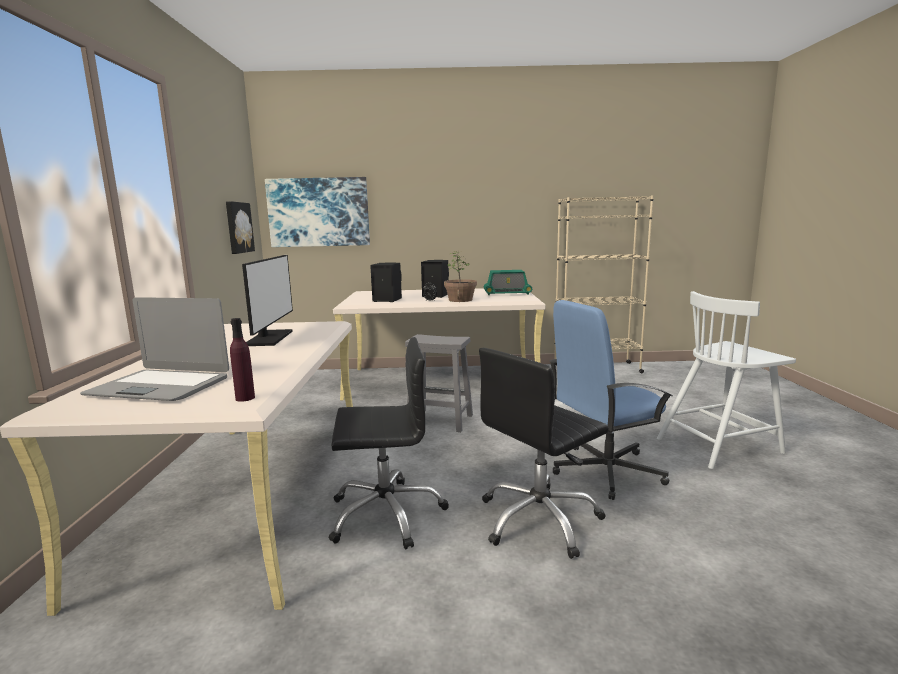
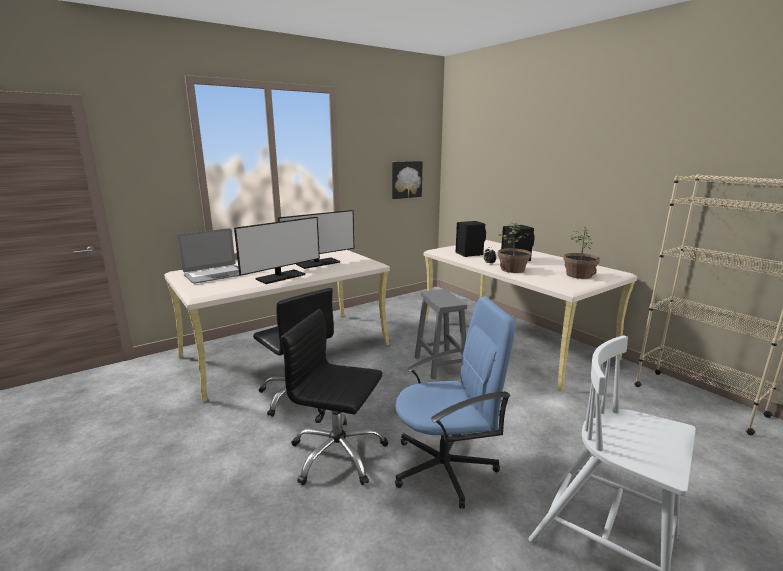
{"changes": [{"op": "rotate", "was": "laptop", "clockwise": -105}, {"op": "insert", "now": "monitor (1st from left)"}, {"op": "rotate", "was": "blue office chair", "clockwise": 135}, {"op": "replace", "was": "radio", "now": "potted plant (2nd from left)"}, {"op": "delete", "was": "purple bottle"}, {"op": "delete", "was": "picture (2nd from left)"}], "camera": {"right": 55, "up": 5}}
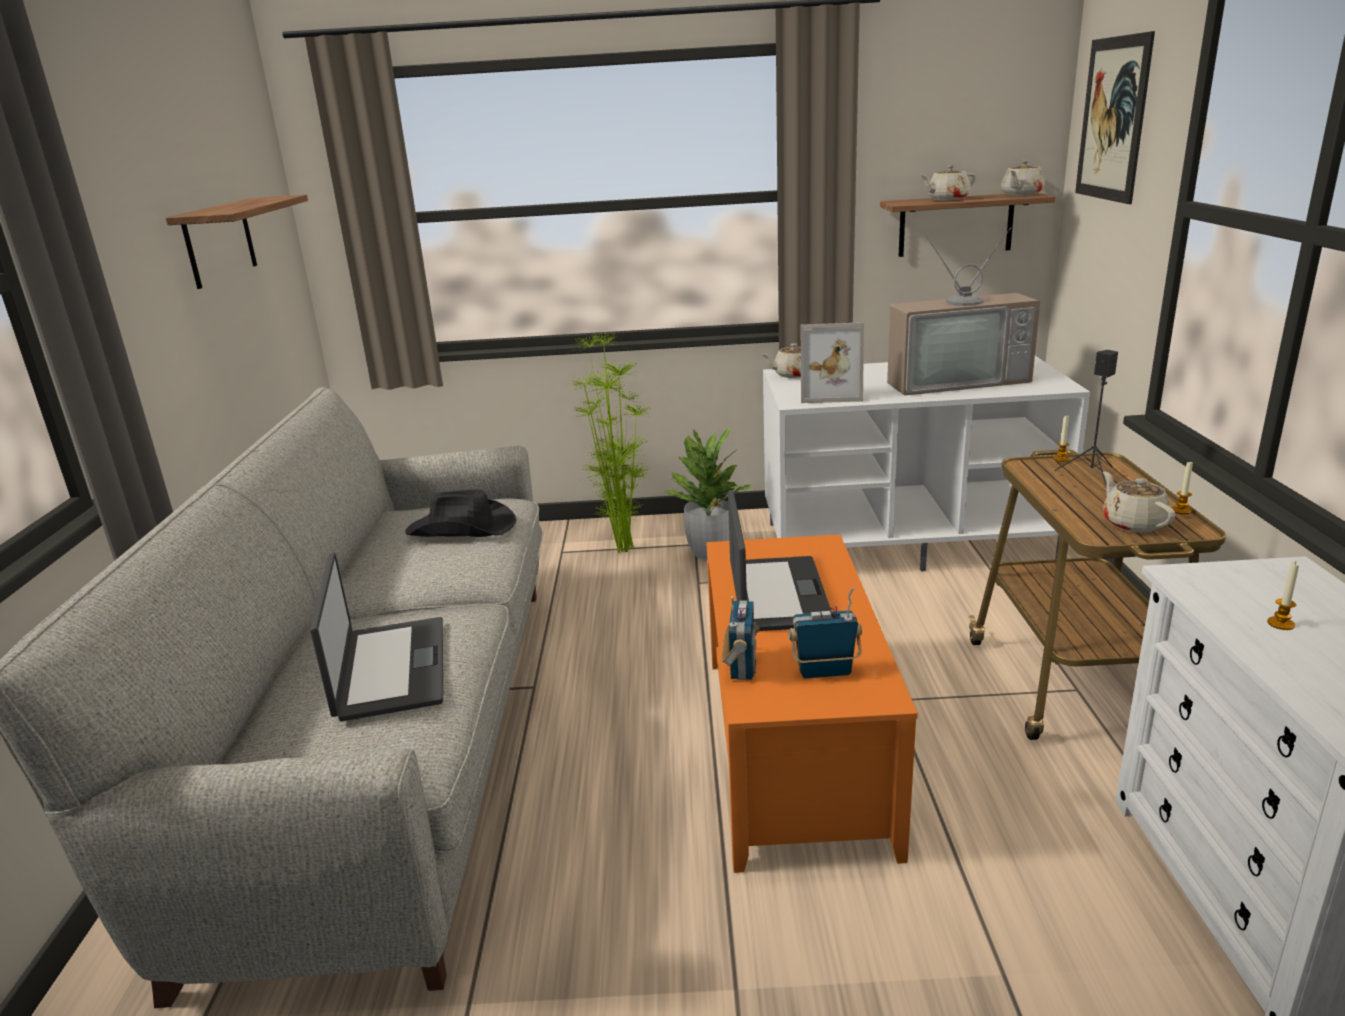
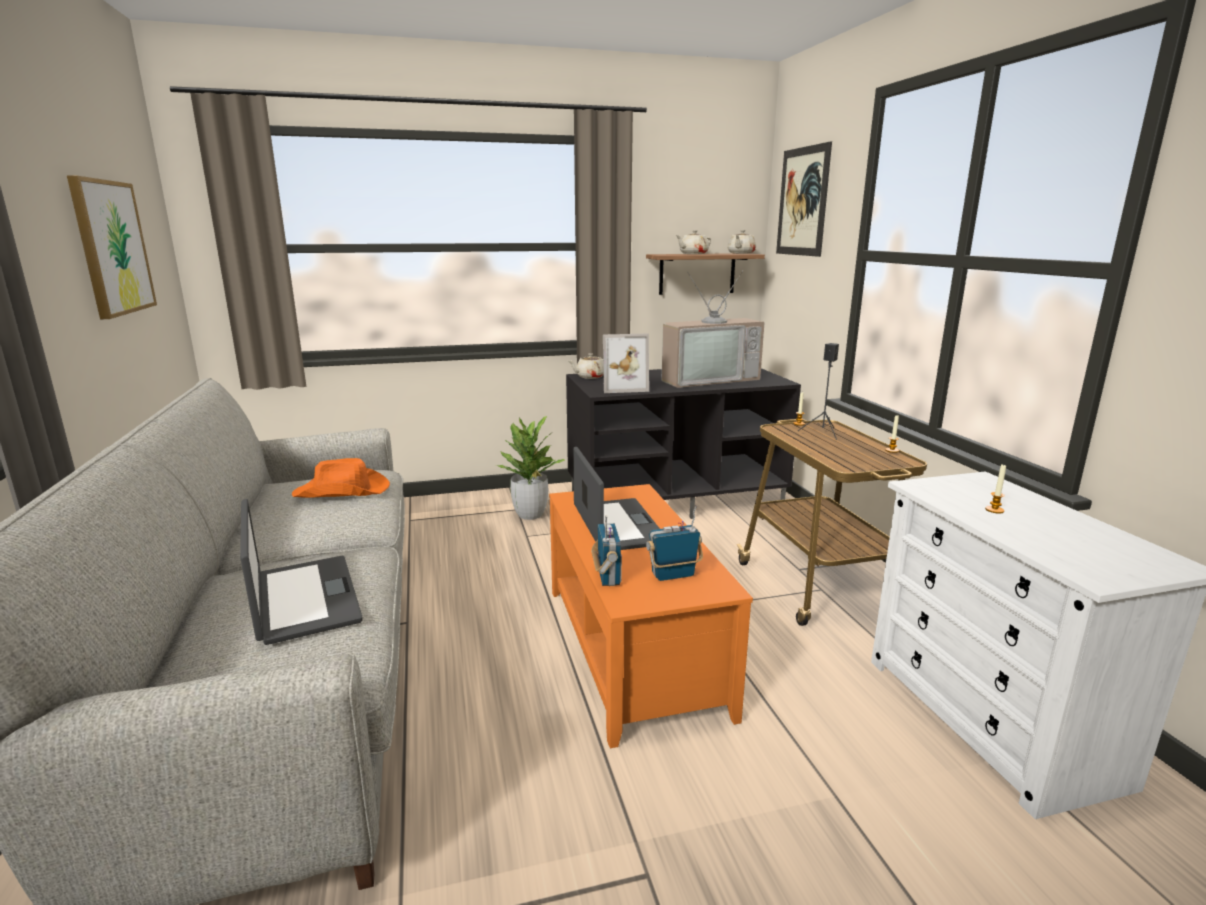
{"changes": [{"op": "replace", "was": "shelf (1st from left)", "now": "picture (1st from left)"}, {"op": "recolor", "was": "black hat", "now": "orange hat"}, {"op": "recolor", "was": "white tv stand", "now": "black tv stand"}, {"op": "delete", "was": "potted plant (1st from left)"}, {"op": "delete", "was": "beige teapot (4th from left)"}], "camera": {"right": -15, "up": -5}}
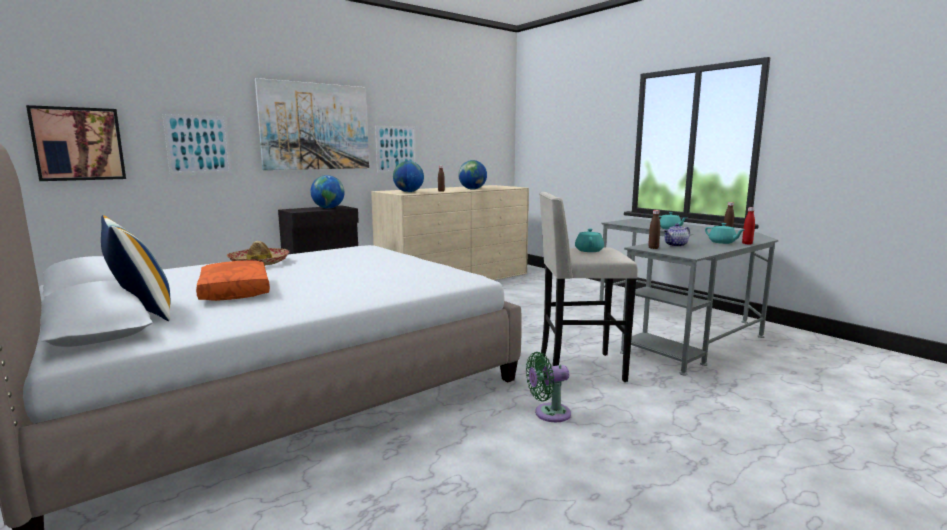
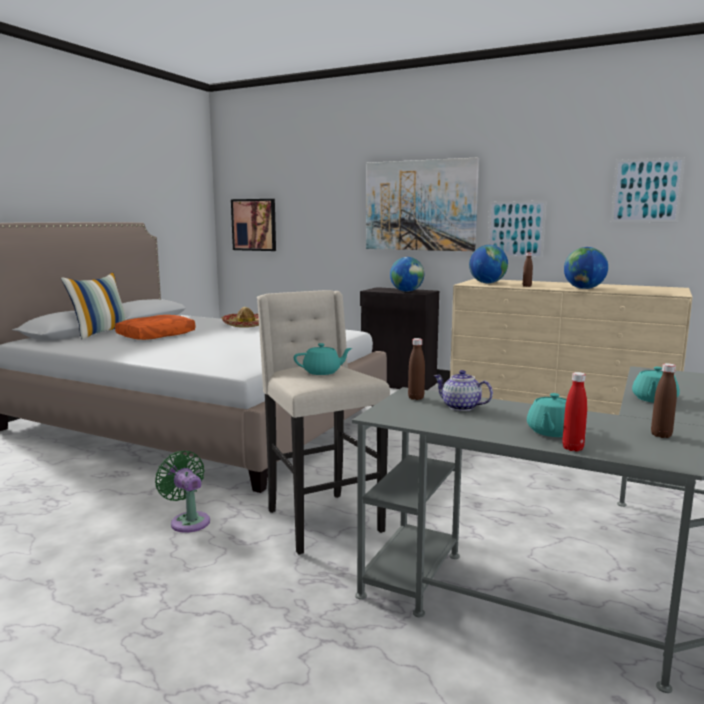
{"changes": [{"op": "move", "was": "picture (2nd from left in the first image)", "now": "picture (4th from left)"}], "camera": {"right": 65, "up": 0}}
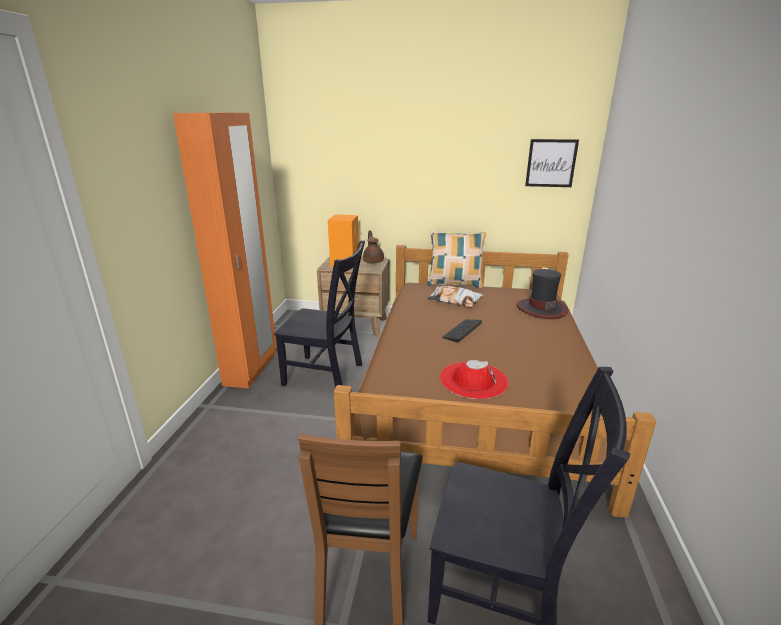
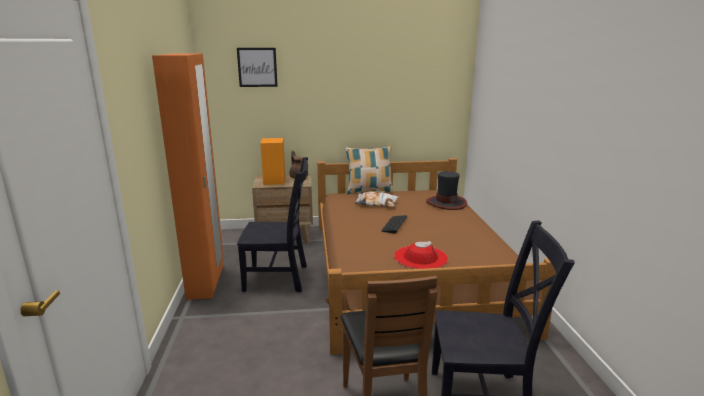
{"changes": [{"op": "move", "was": "picture"}], "camera": {"right": -15, "up": -5}}
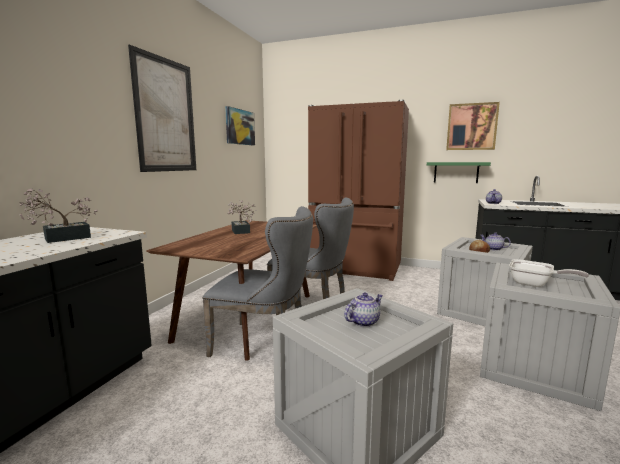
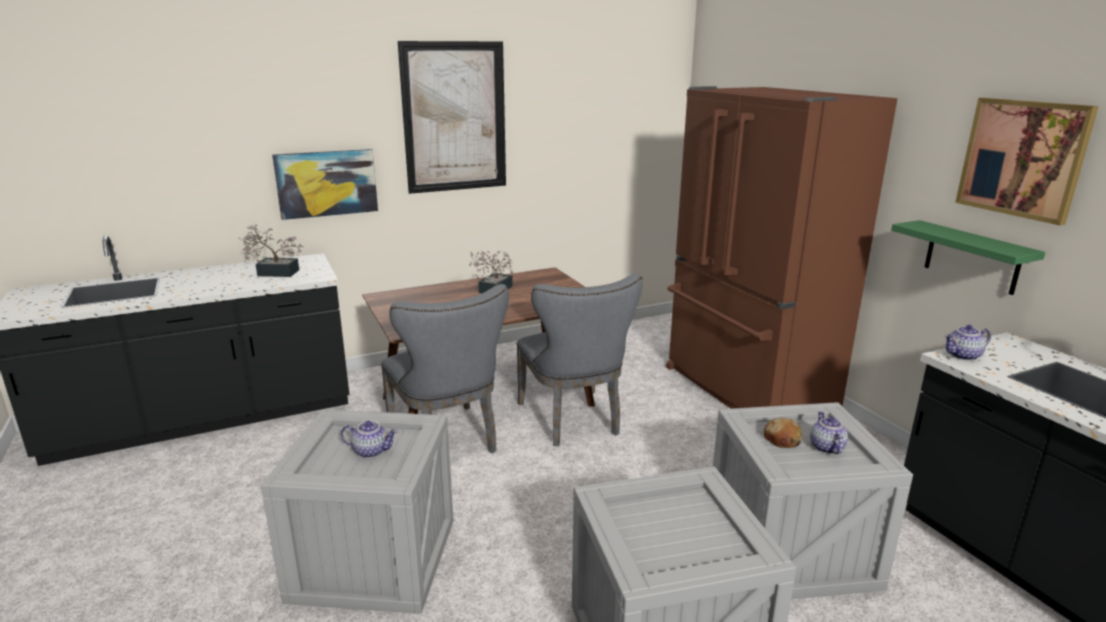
{"changes": [{"op": "move", "was": "picture (2nd from left in the first image)", "now": "picture (1st from left)"}, {"op": "delete", "was": "frying pan"}], "camera": {"right": 45, "up": 10}}
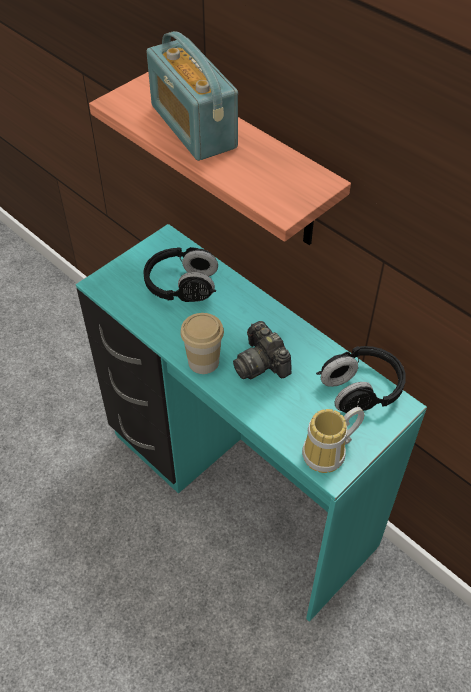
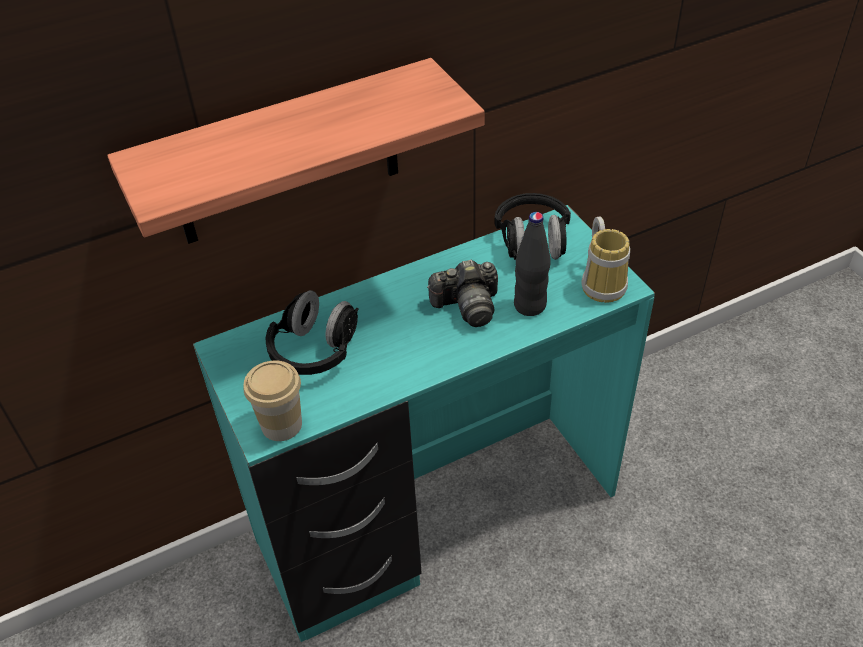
{"changes": [{"op": "move", "was": "cup"}, {"op": "insert", "now": "black bottle"}, {"op": "delete", "was": "radio"}], "camera": {"right": -70, "up": -5}}
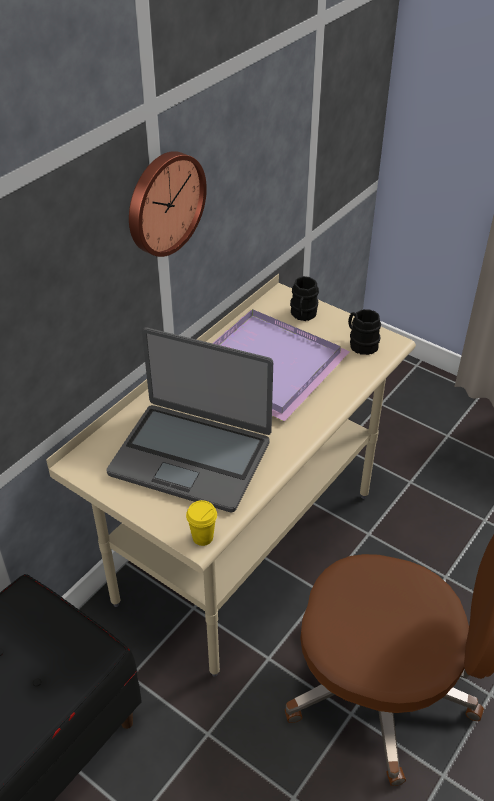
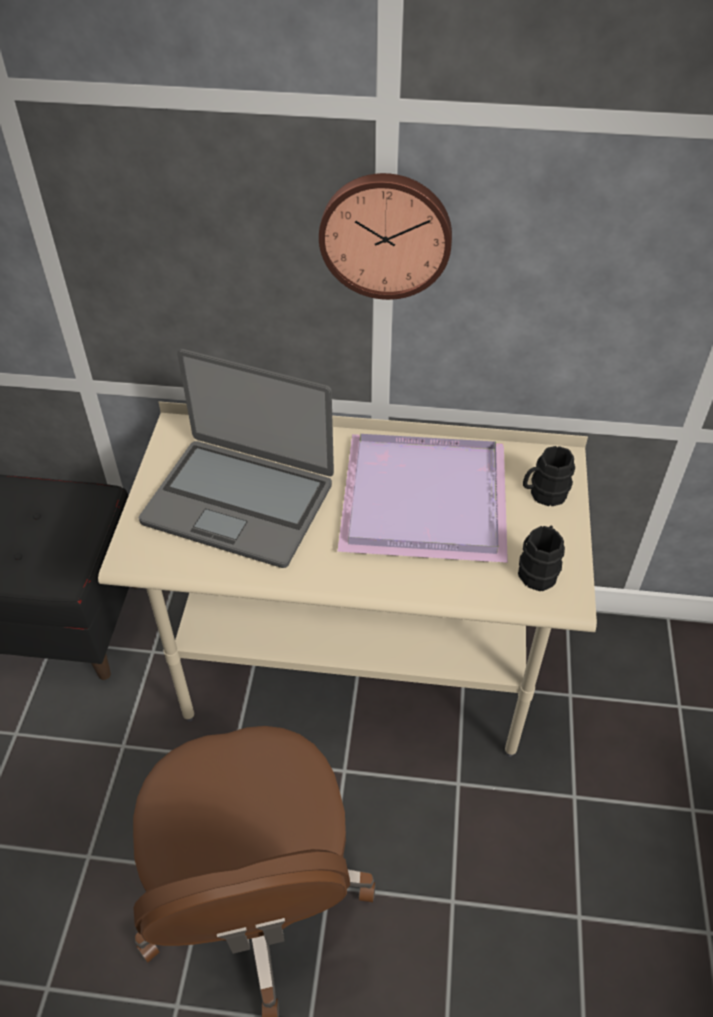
{"changes": [{"op": "rotate", "was": "laptop", "clockwise": -60}, {"op": "delete", "was": "yellow cup"}], "camera": {"right": 60, "up": 5}}
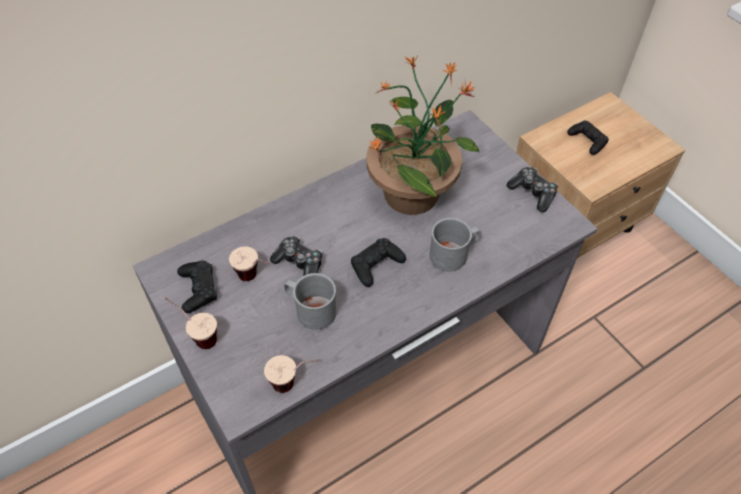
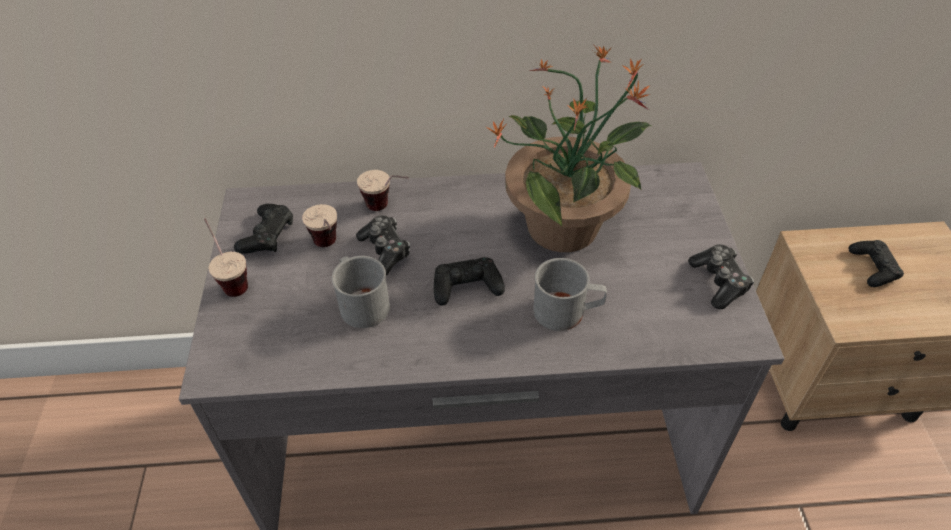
{"changes": [{"op": "move", "was": "cup (3rd from left)"}], "camera": {"right": 30, "up": -5}}
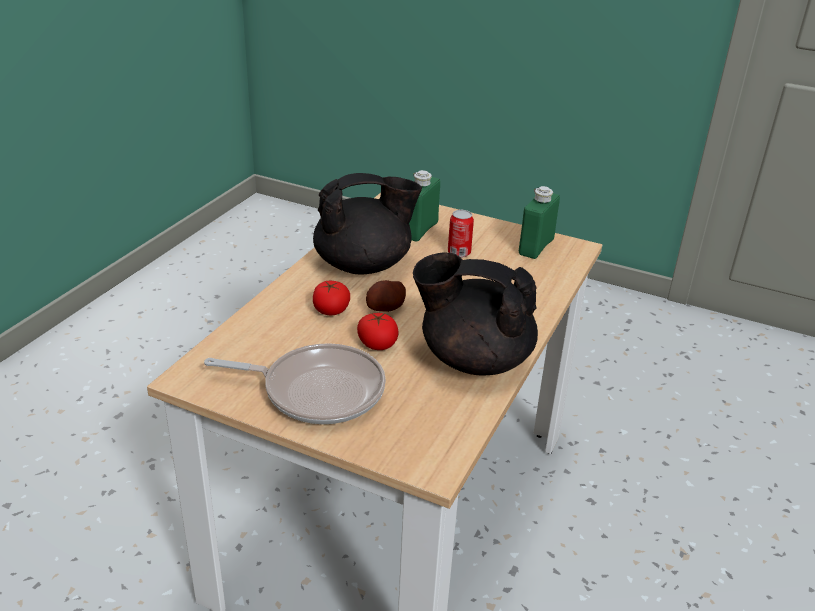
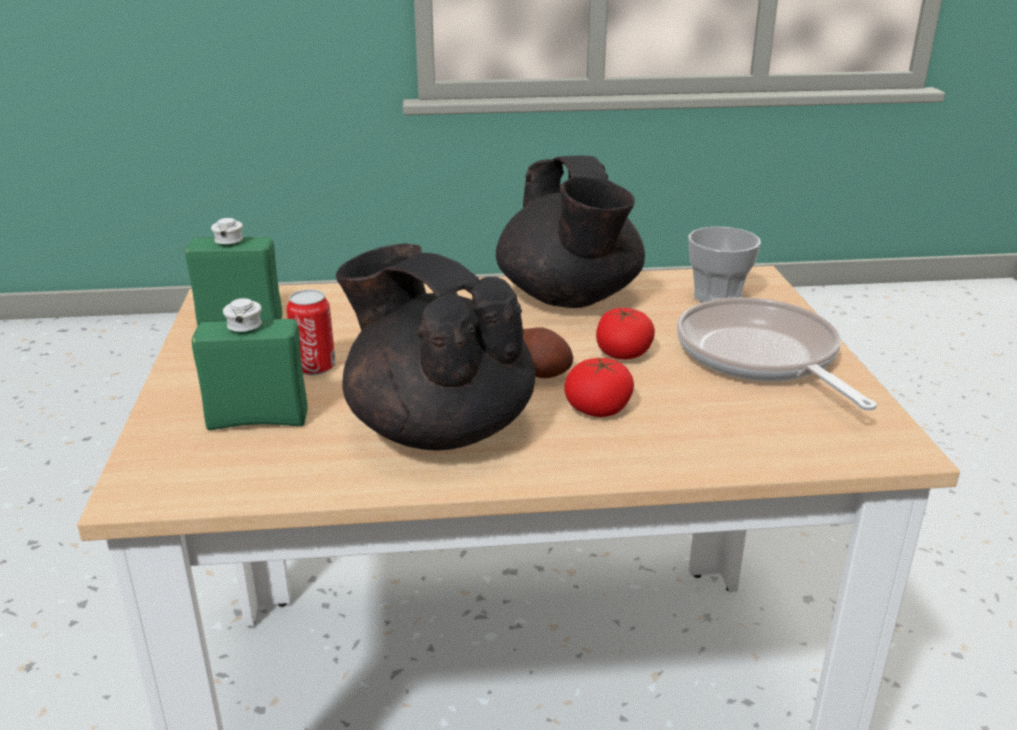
{"changes": [{"op": "insert", "now": "cup"}], "camera": {"right": -120, "up": -5}}
